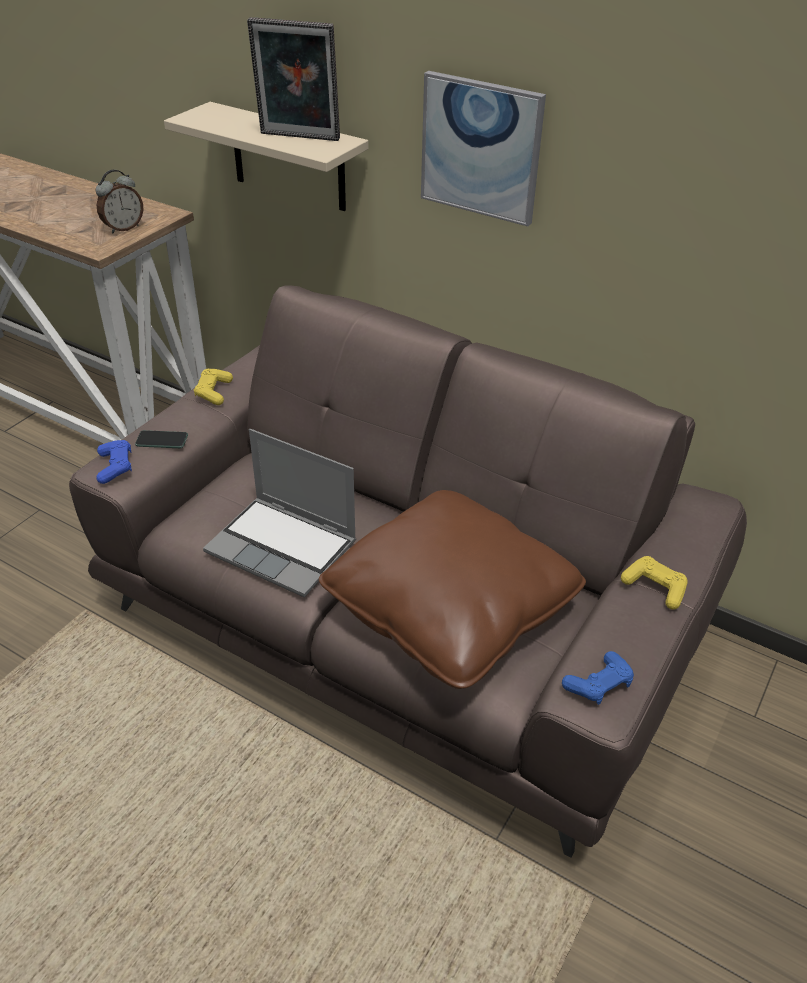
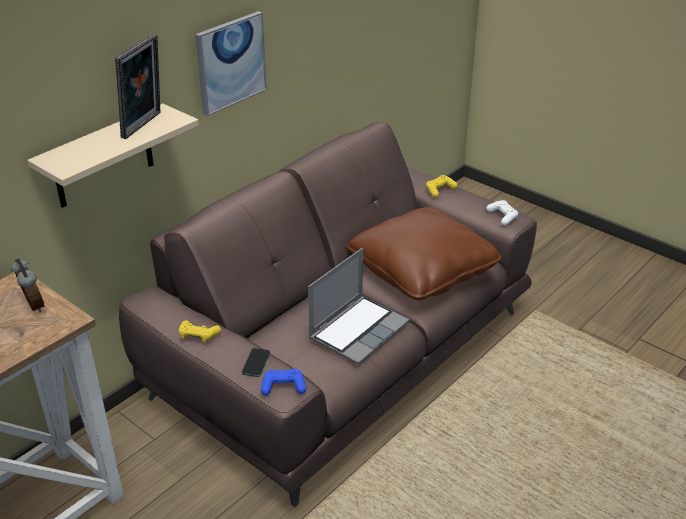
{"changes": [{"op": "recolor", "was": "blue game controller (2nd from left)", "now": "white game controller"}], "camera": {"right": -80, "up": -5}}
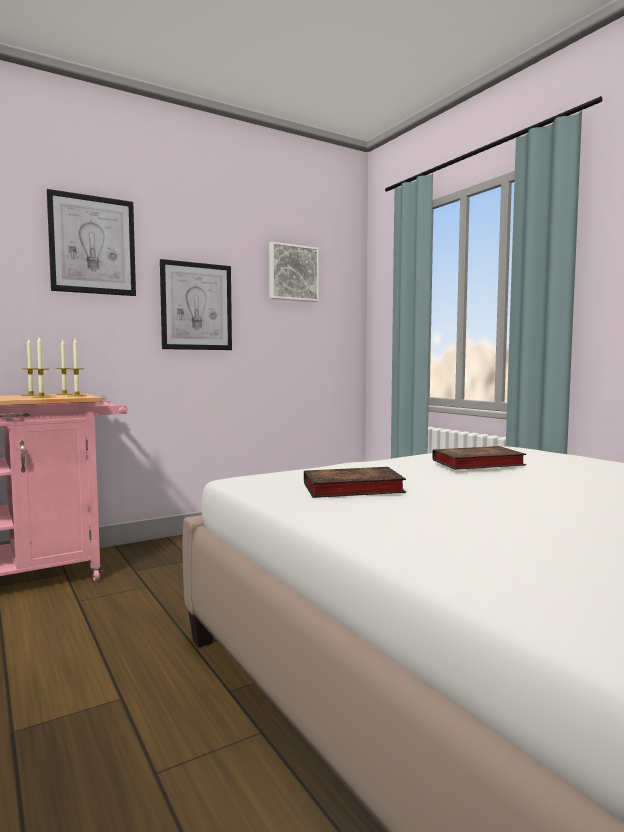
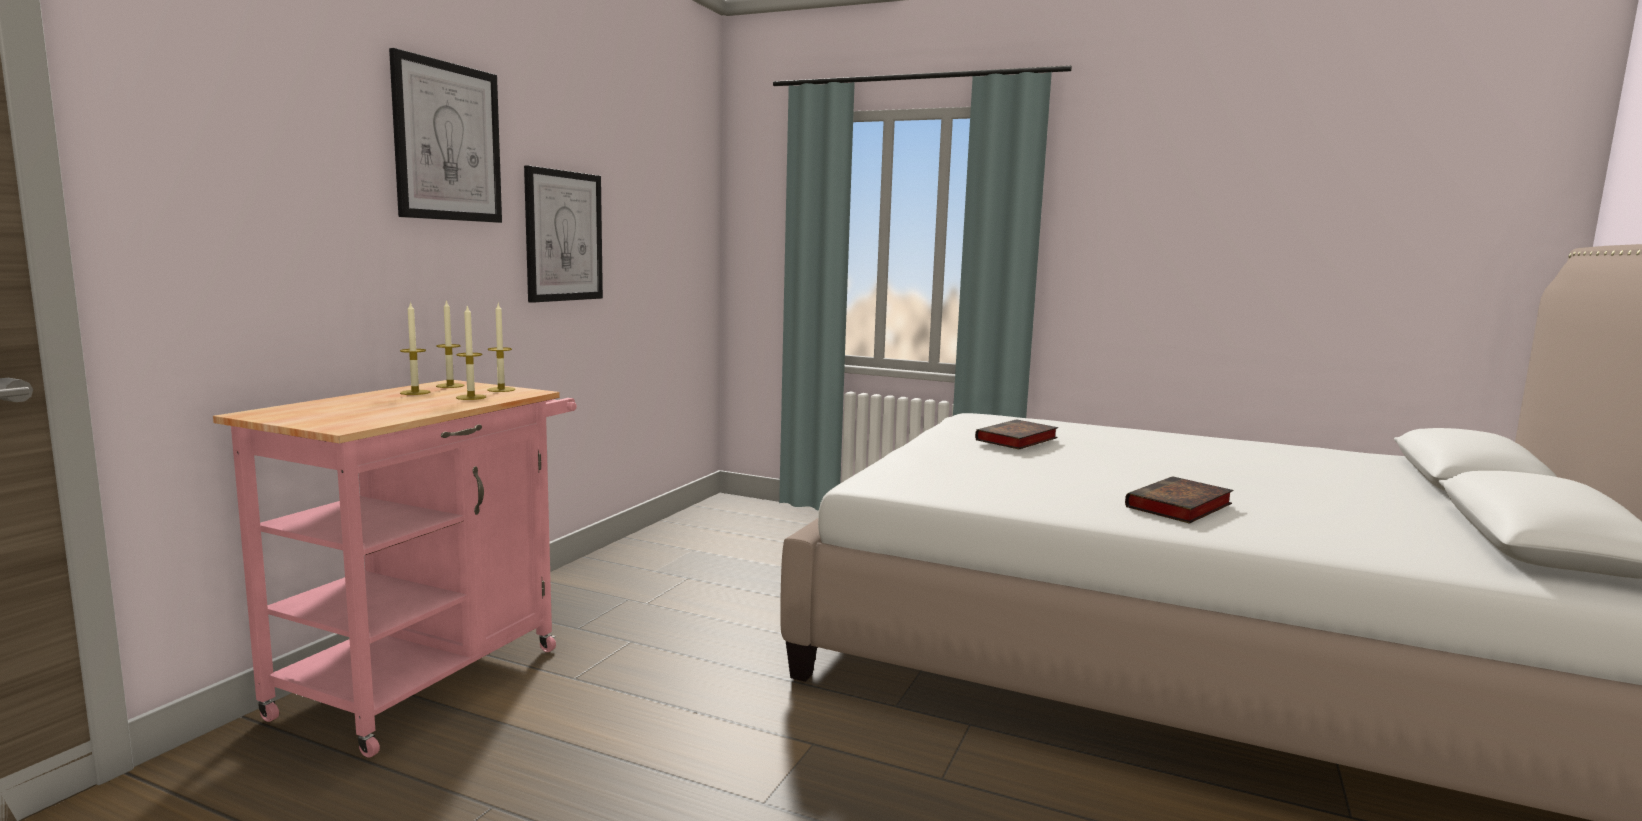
{"changes": [{"op": "move", "was": "book (1st from left in the first image)", "now": "book (2nd from left)"}, {"op": "delete", "was": "picture (3rd from left)"}], "camera": {"right": -35, "up": 5}}
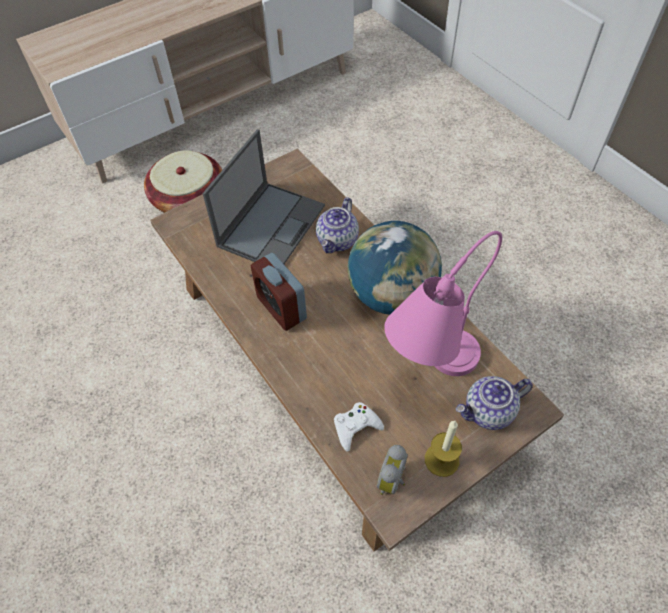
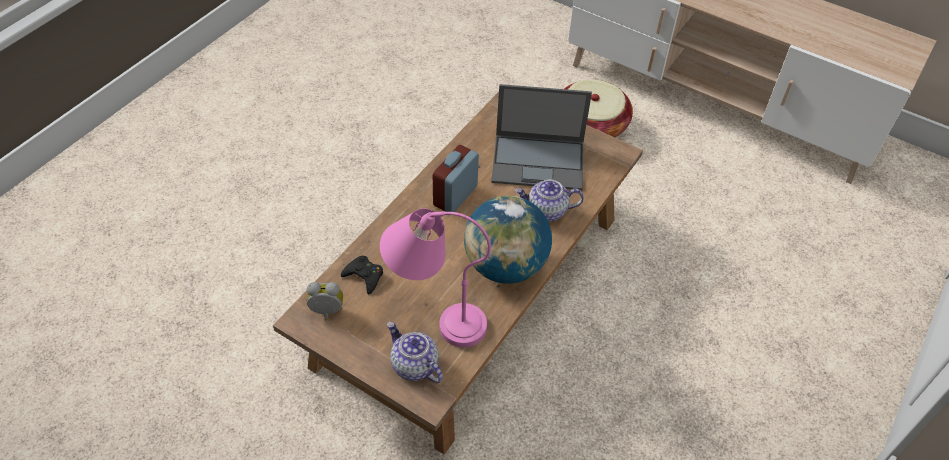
{"changes": [{"op": "recolor", "was": "white game controller", "now": "black game controller"}, {"op": "delete", "was": "candle"}], "camera": {"right": 65, "up": -5}}
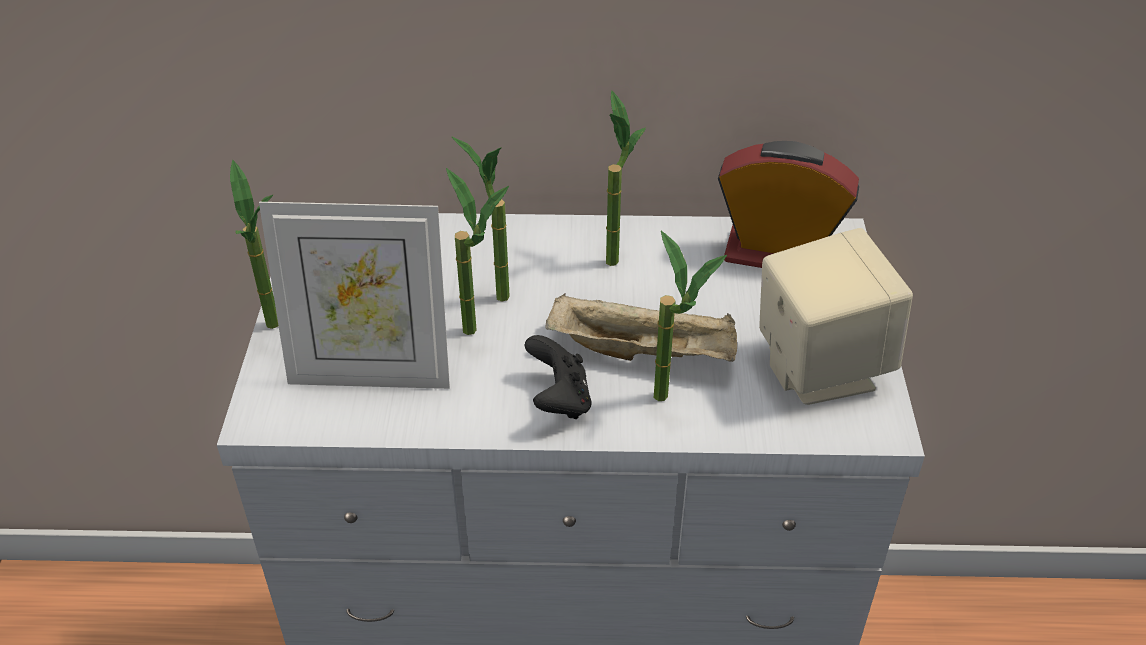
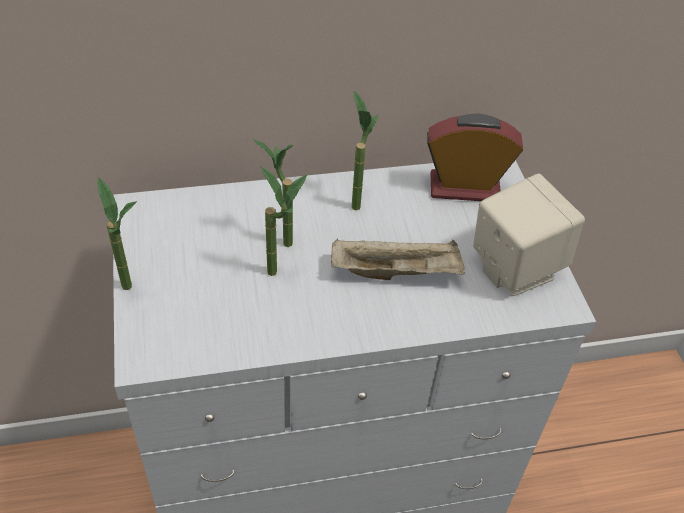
{"changes": [{"op": "delete", "was": "picture frame"}, {"op": "delete", "was": "black game controller"}, {"op": "delete", "was": "potted plant (5th from left)"}], "camera": {"right": -15, "up": 5}}
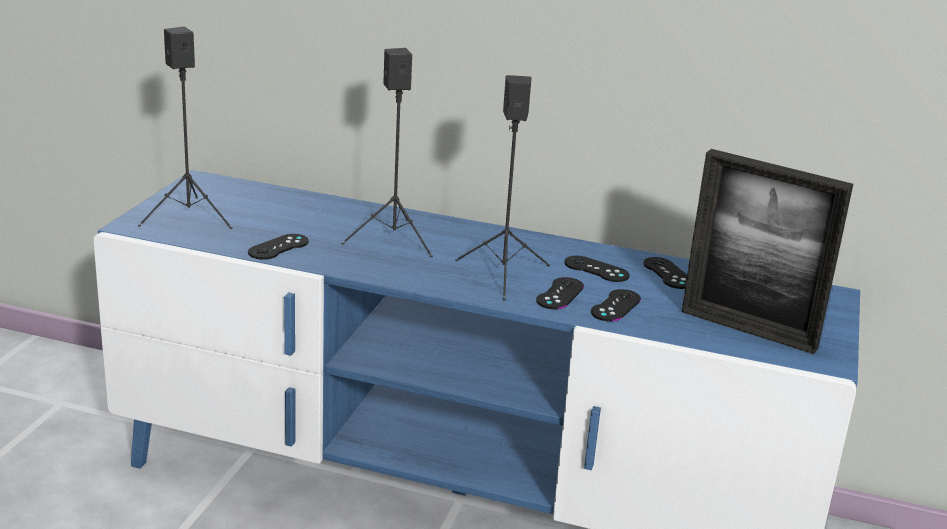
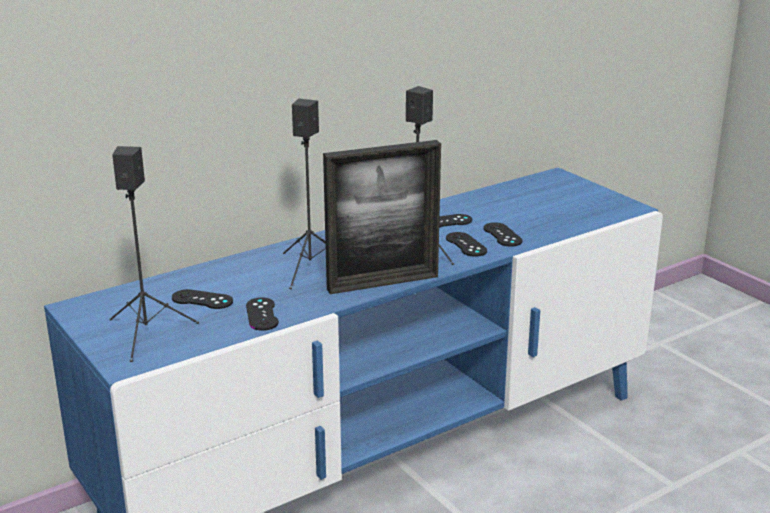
{"changes": [{"op": "move", "was": "black game controller (5th from left in the first image)", "now": "black game controller (1st from left)"}, {"op": "move", "was": "picture frame"}], "camera": {"right": -50, "up": 0}}
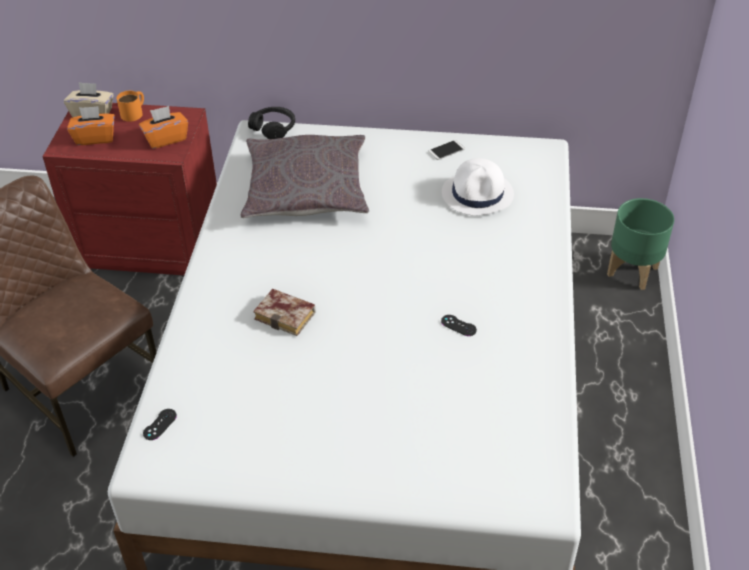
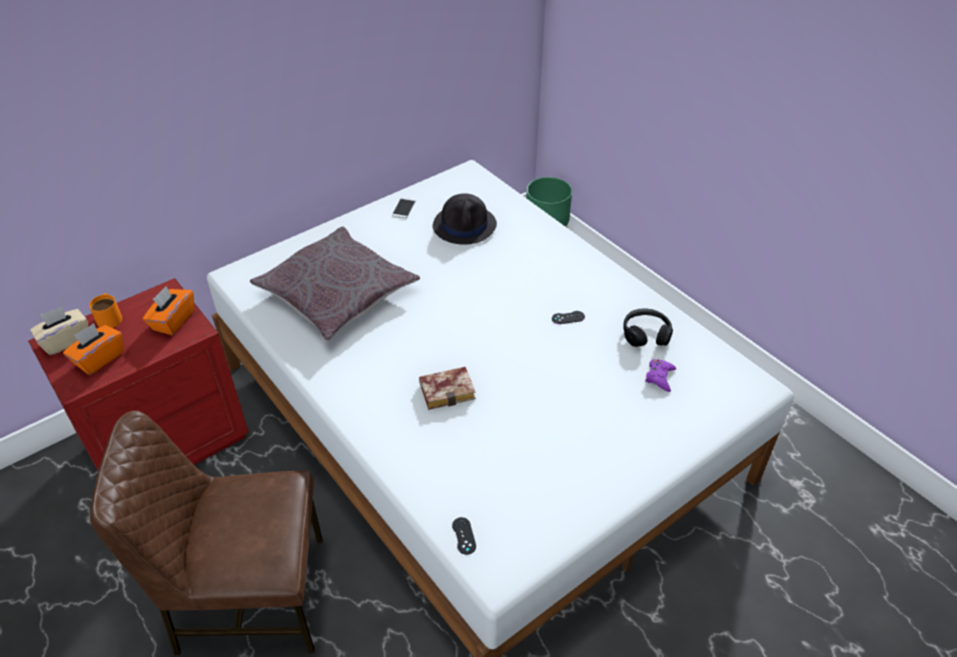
{"changes": [{"op": "recolor", "was": "white hat", "now": "black hat"}, {"op": "move", "was": "black headphones"}, {"op": "insert", "now": "purple game controller"}], "camera": {"right": -45, "up": 0}}
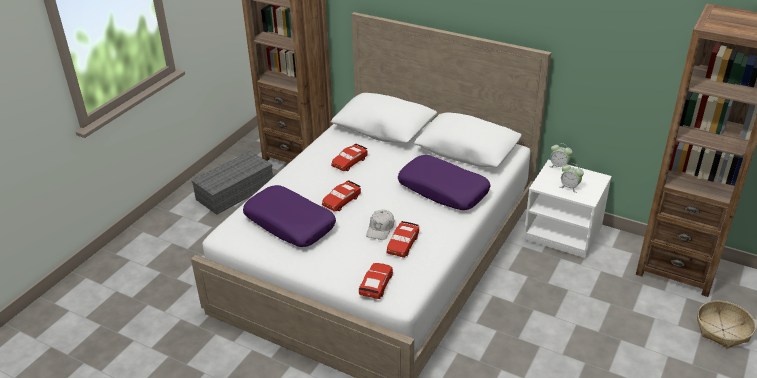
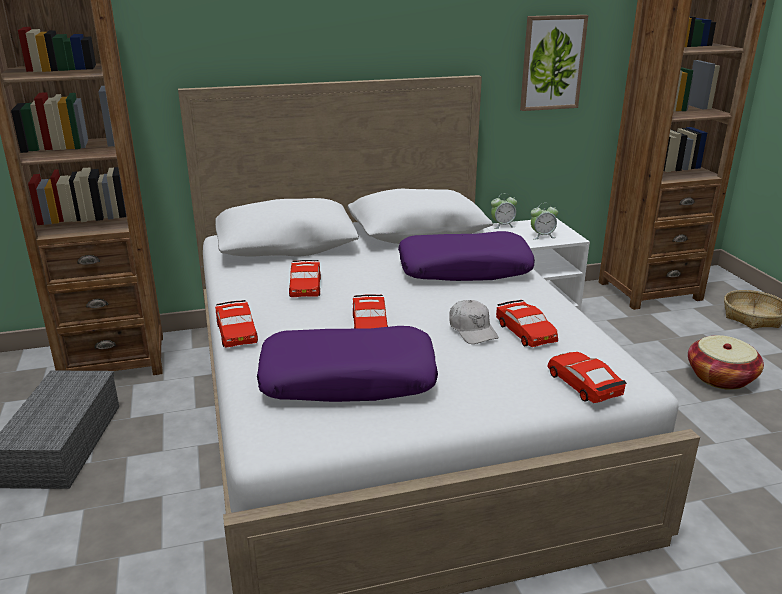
{"changes": [{"op": "insert", "now": "red toy car (1st from left)"}, {"op": "insert", "now": "picture"}, {"op": "insert", "now": "basket (1st from left)"}], "camera": {"right": -45, "up": -10}}
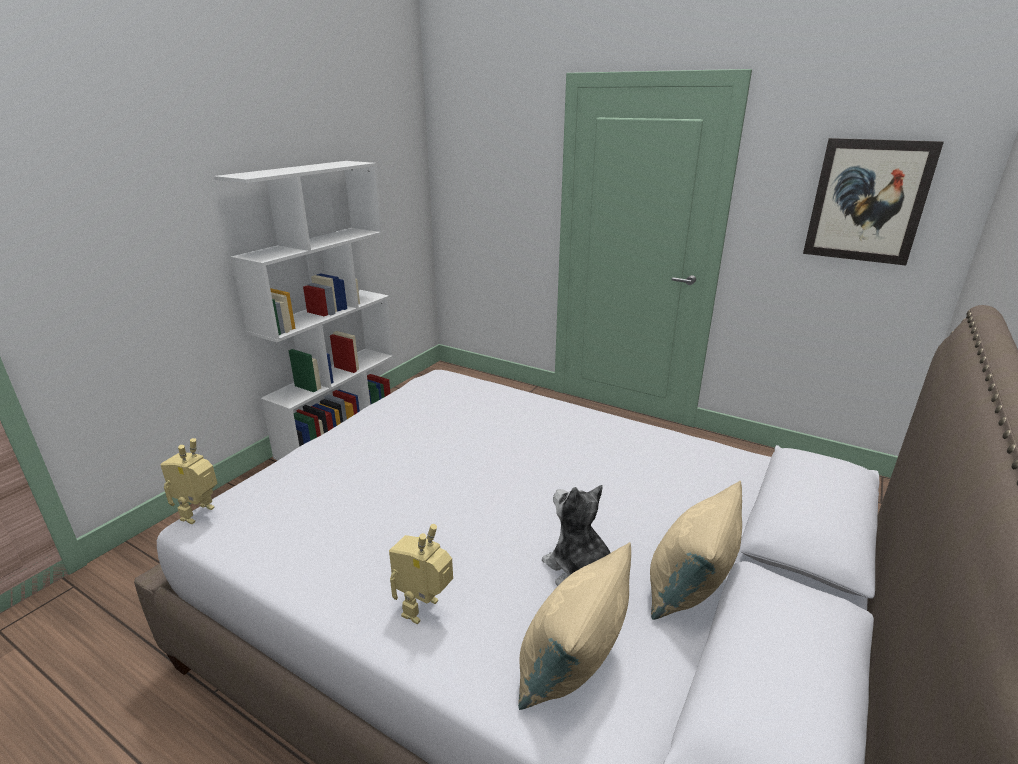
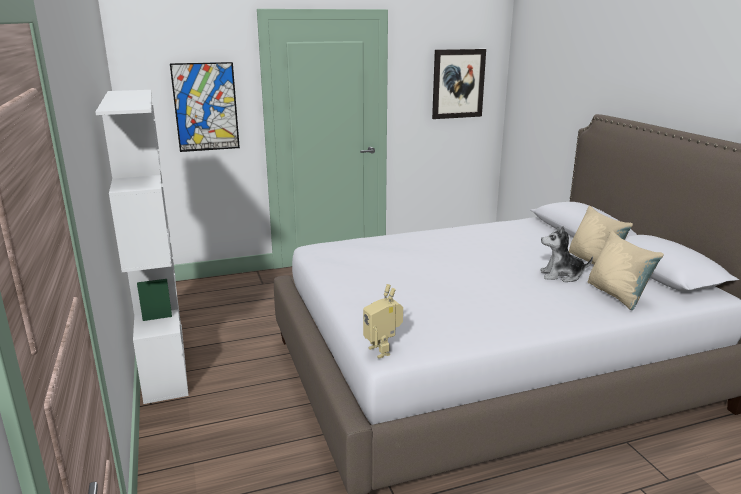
{"changes": [{"op": "insert", "now": "picture (1st from left)"}, {"op": "delete", "was": "toy robot (2nd from left)"}], "camera": {"right": -50, "up": -5}}
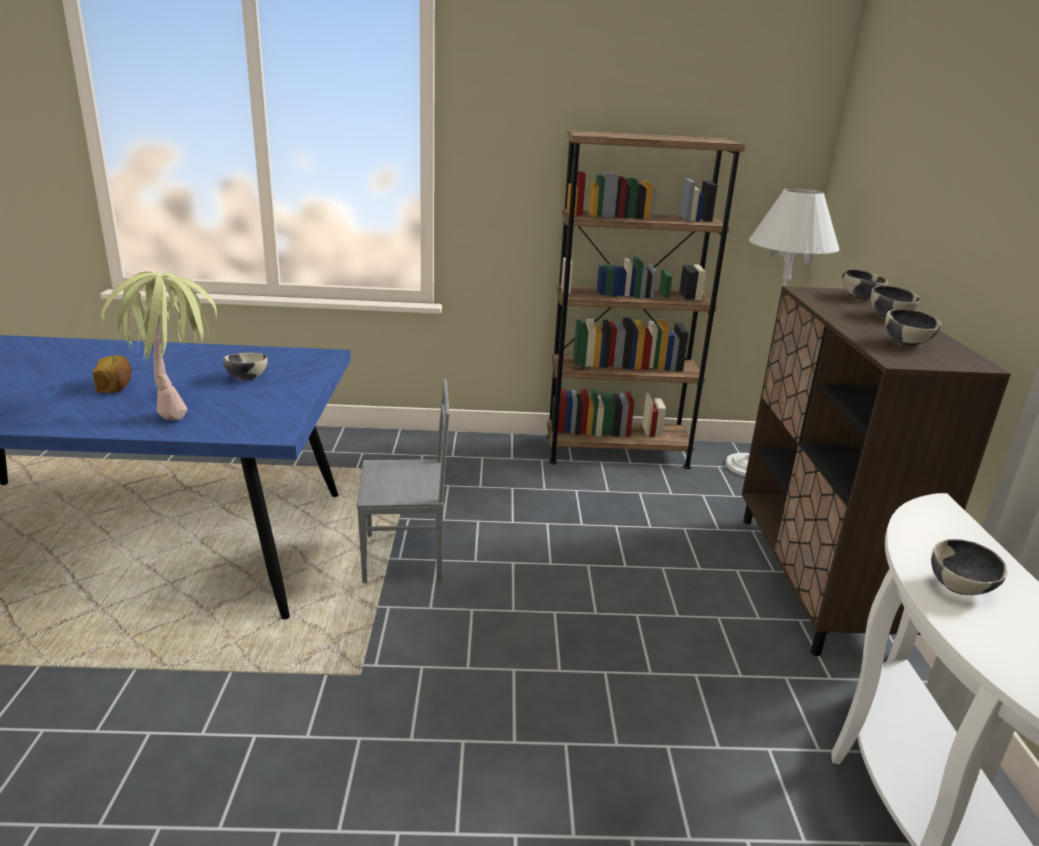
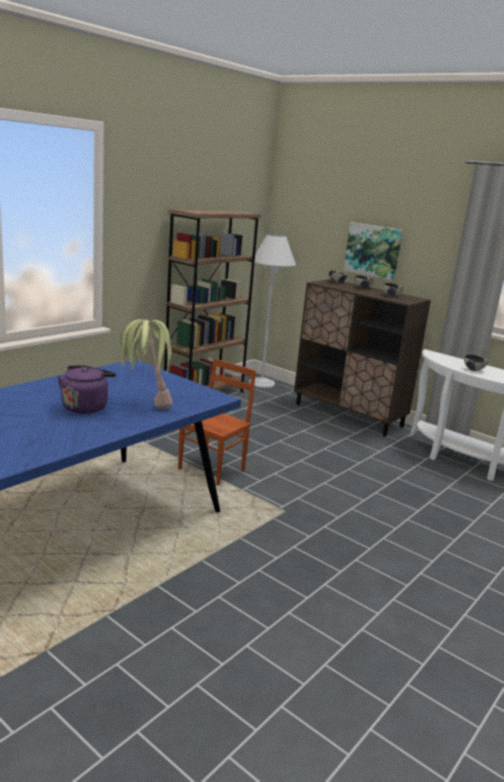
{"changes": [{"op": "replace", "was": "bread", "now": "purple kettle"}, {"op": "recolor", "was": "grey chair", "now": "brown chair"}, {"op": "insert", "now": "picture"}, {"op": "delete", "was": "bowl (1st from left)"}], "camera": {"right": -50, "up": -5}}
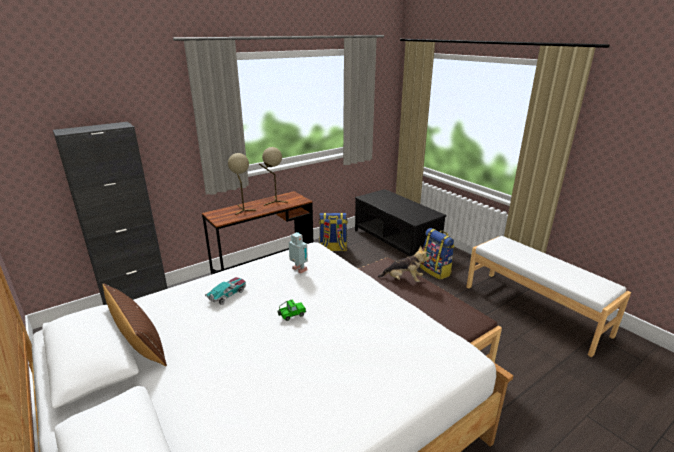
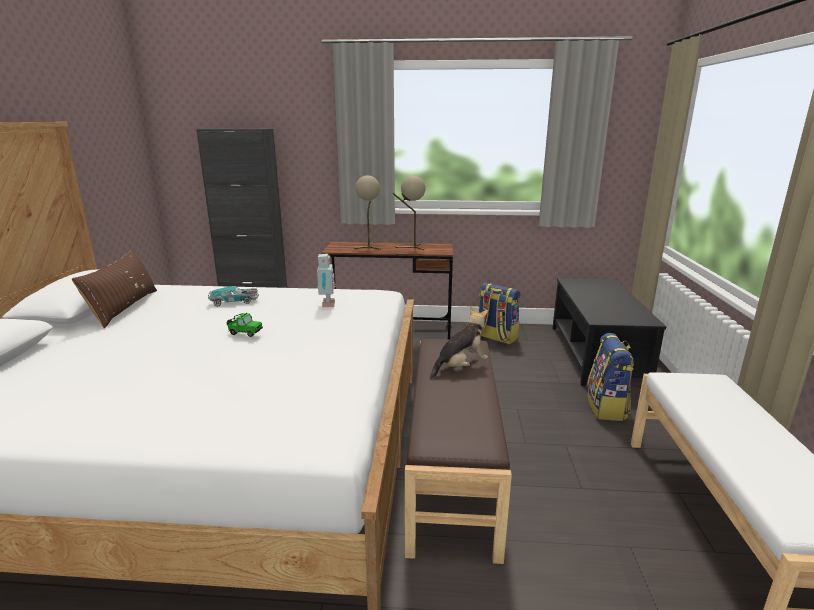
{"changes": [{"op": "rotate", "was": "plush toy", "clockwise": -90}], "camera": {"right": 40, "up": -5}}
